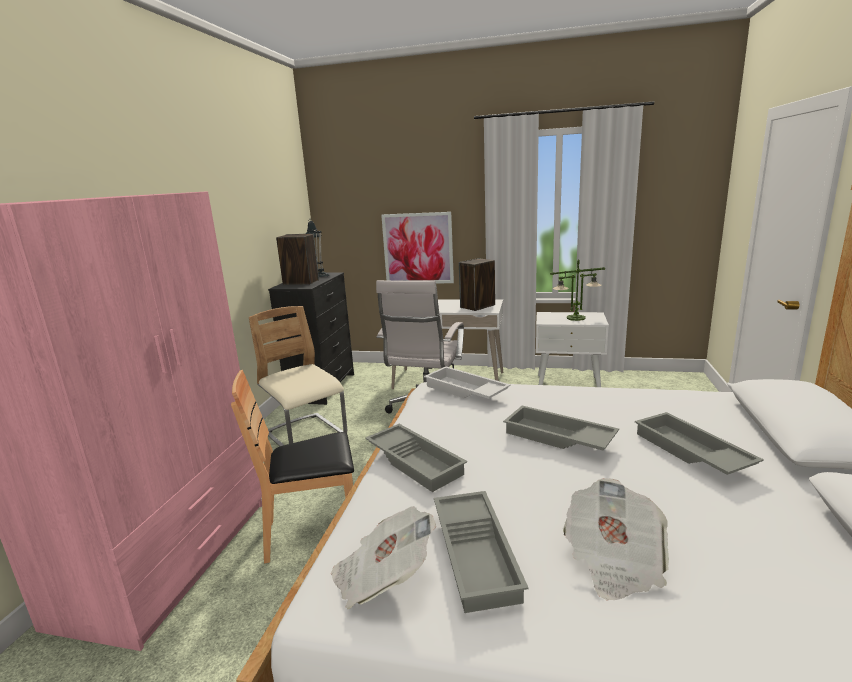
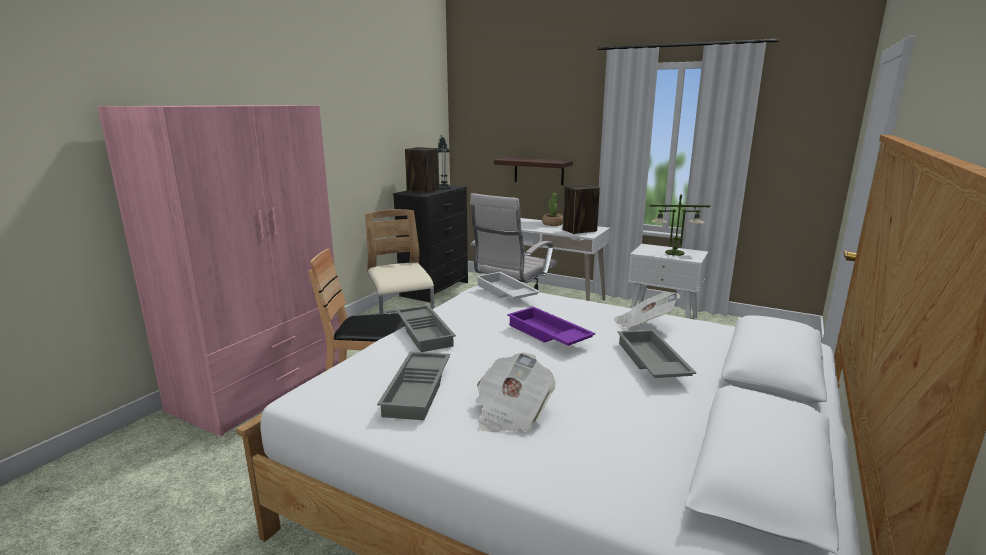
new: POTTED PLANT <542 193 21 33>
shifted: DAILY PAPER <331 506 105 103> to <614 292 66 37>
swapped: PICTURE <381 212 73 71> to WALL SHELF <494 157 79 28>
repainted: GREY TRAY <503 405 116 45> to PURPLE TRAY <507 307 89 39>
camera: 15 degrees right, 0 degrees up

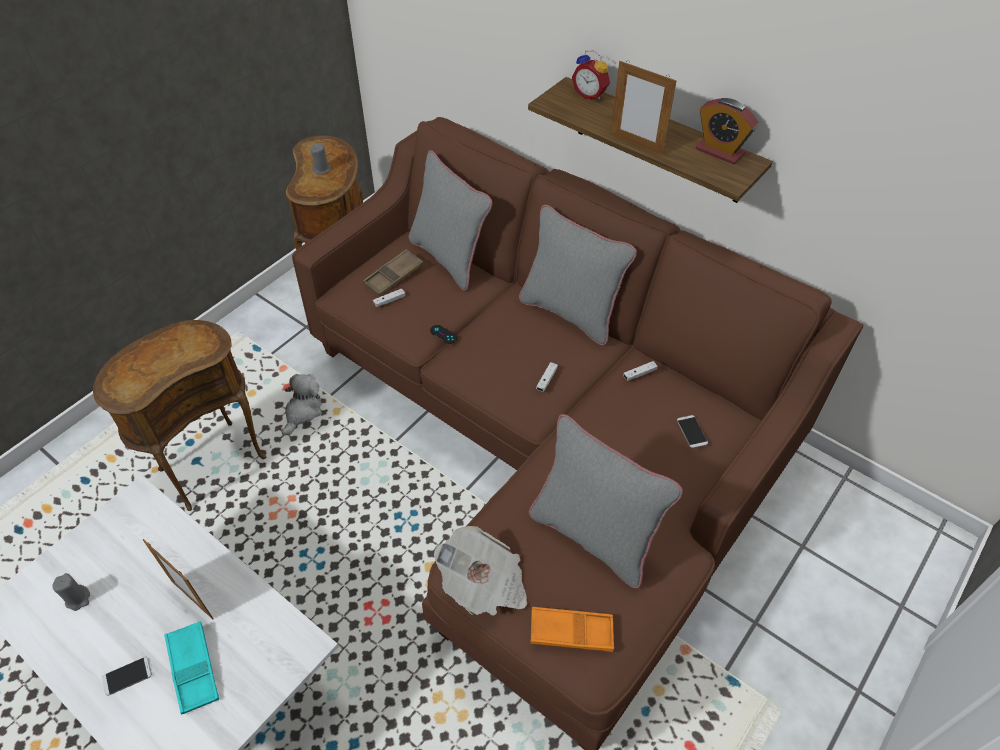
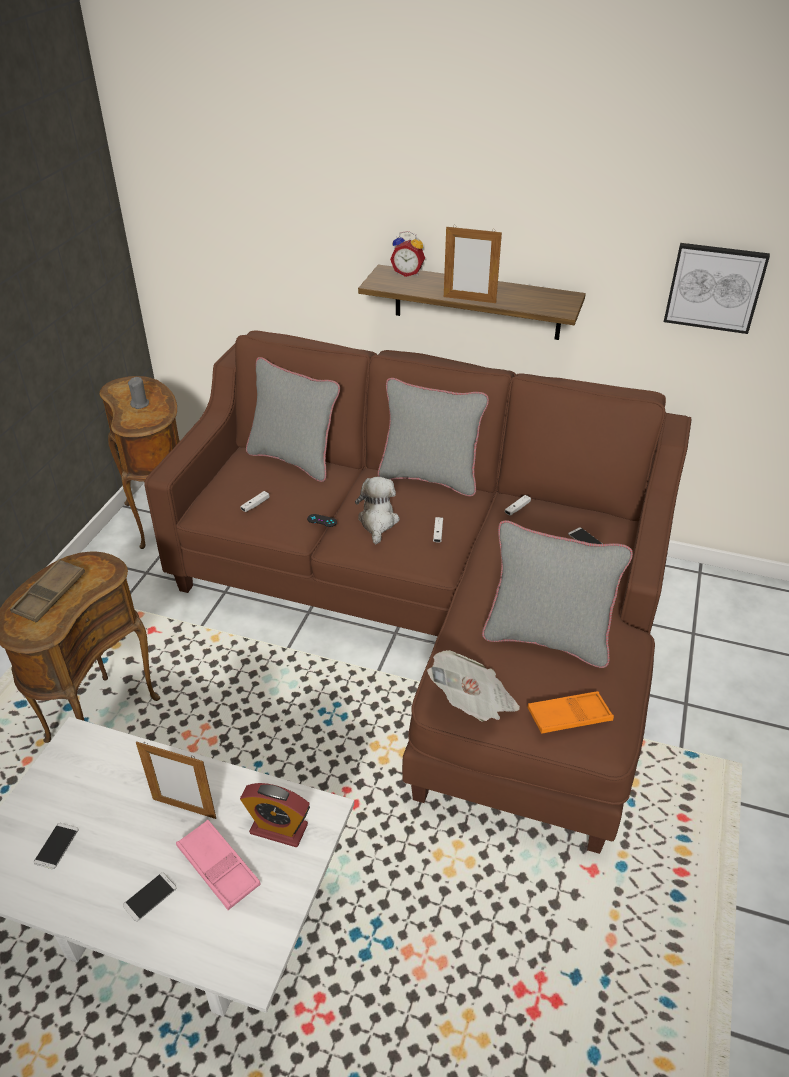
new: PICTURE <664 243 106 91>
shifted: TABLE CLOCK <696 98 62 66> to <240 783 70 64>; BROWNISH TRAY <363 249 61 47> to <10 559 75 64>; SOFT TOY <281 374 41 61> to <355 477 44 67>
swapped: GREY WAX LIGHT <52 573 38 38> to HANDSET <34 823 44 46>
repainted: TURQUOISE-COLOURED TRAY <164 621 55 94> to PINK-COLOURED TRAY <176 820 85 90>
camera: 20 degrees left, 10 degrees down

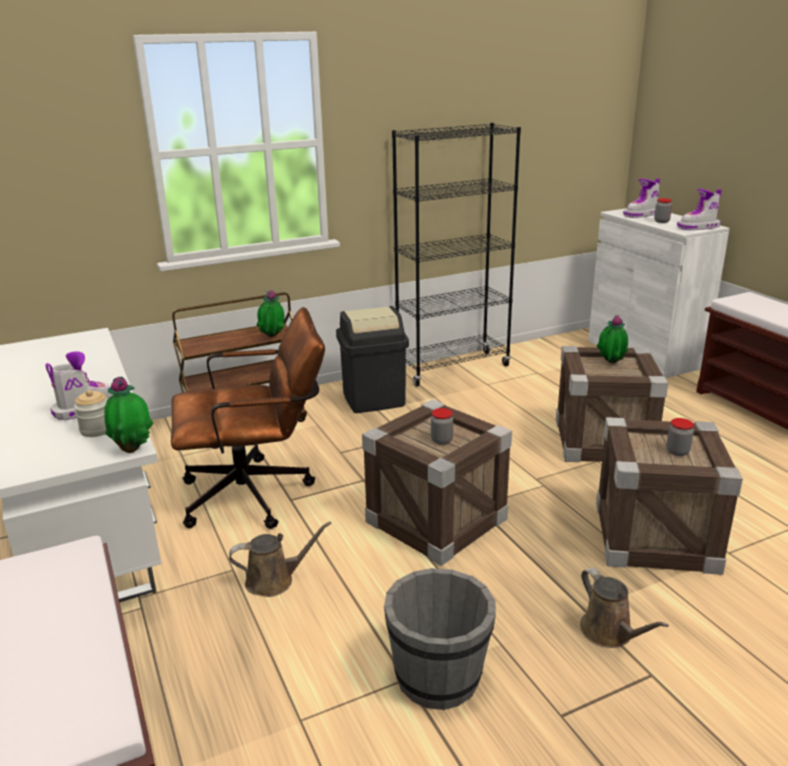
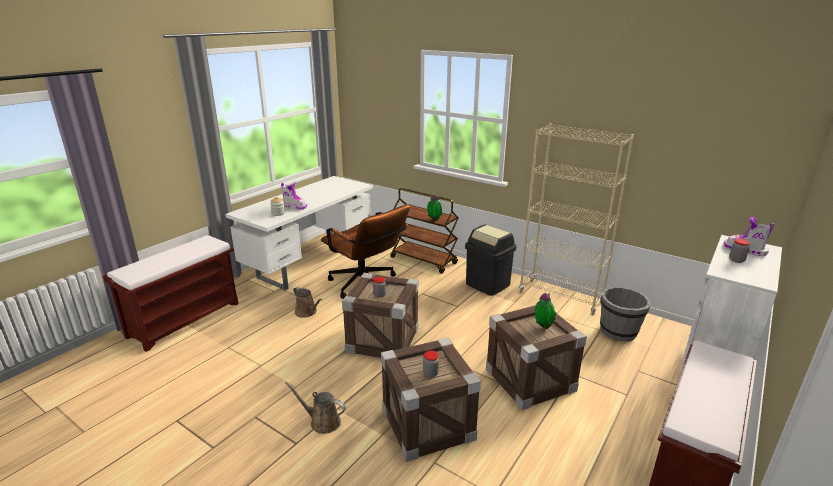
gone: TALL BOOT <677 189 45 41>; POTTED PLANT <104 377 49 76>
shifted: GREY WATER BUCKET <384 568 112 142> to <600 286 51 56>
repainted: BLACKISH BOOKCASE <392 123 129 263> to BEIGE-COLOURED BOOKCASE <519 124 115 192>
rotated: BROWNISH SPRINKLING CAN <580 568 89 80> = <285 382 61 52> 75 degrees clockwise
camera: 60 degrees right, 0 degrees up

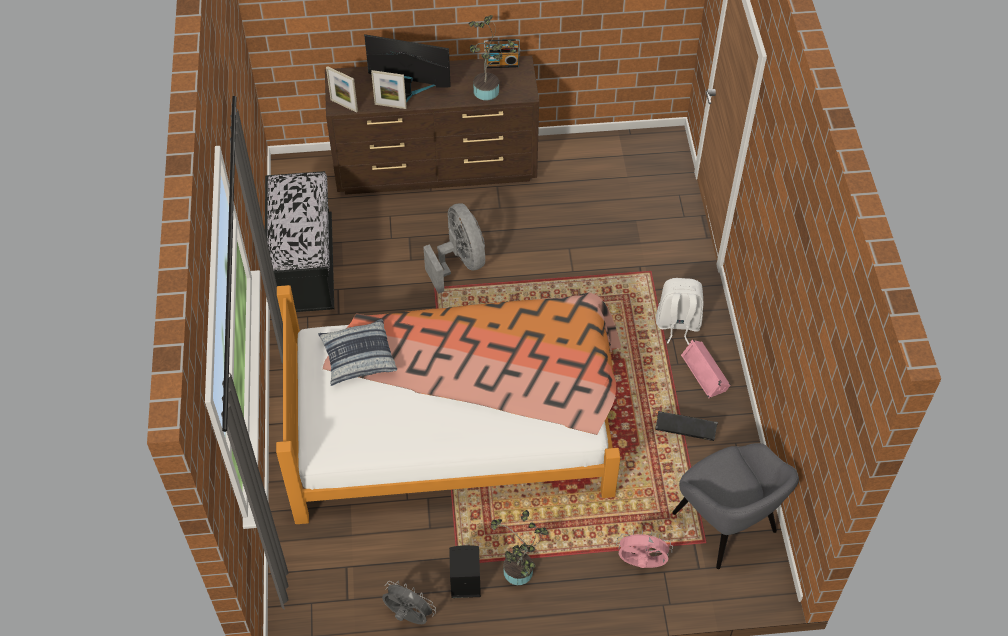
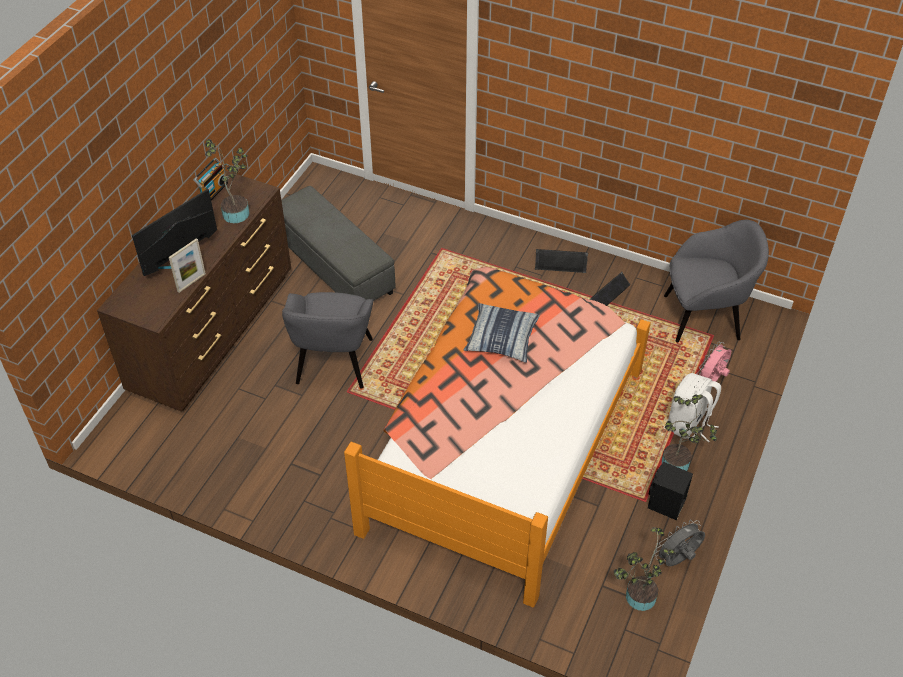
gone: STANDING FRAME <326 66 32 47>; BLACKISH LONG SEAT <265 171 69 141>
new: GREY POUFFE <281 186 114 115>; POTTED PLANT <614 527 62 84>
shifted: WHITE KNAPSACK <656 278 48 67> to <668 373 53 69>; THROW PILLOW <318 319 79 67> to <463 303 77 60>
swapped: GREY ELECTRIC FAN <423 203 62 91> to GREY EASY CHAIR <282 292 91 97>
repainted: PINK-COLOURED SPEAKER <681 339 50 59> to BLACKISH SPEAKER <535 249 53 24>
camera: 60 degrees left, 5 degrees down

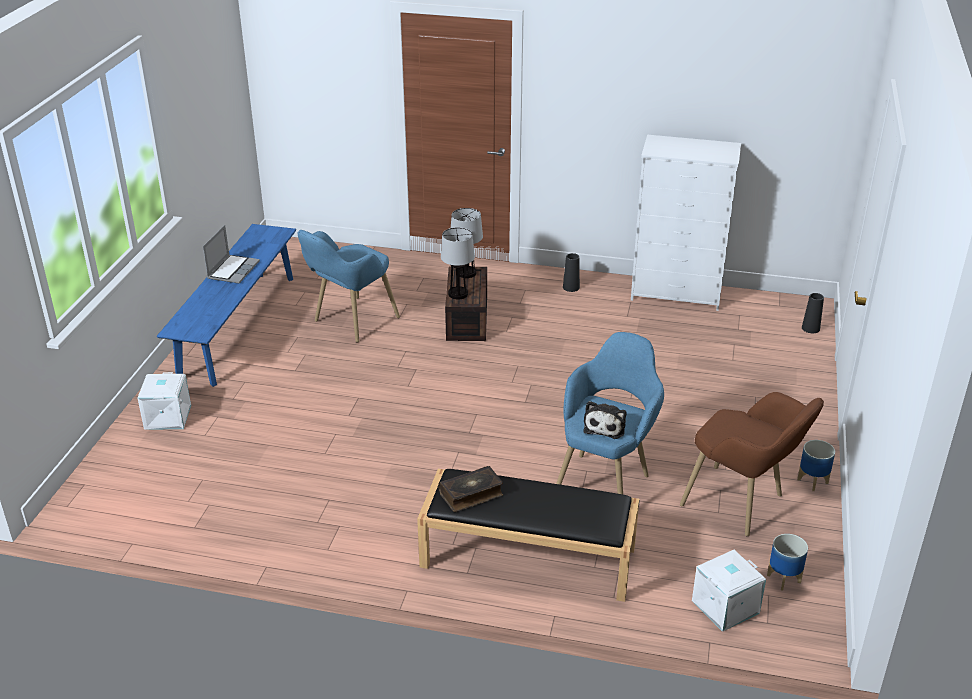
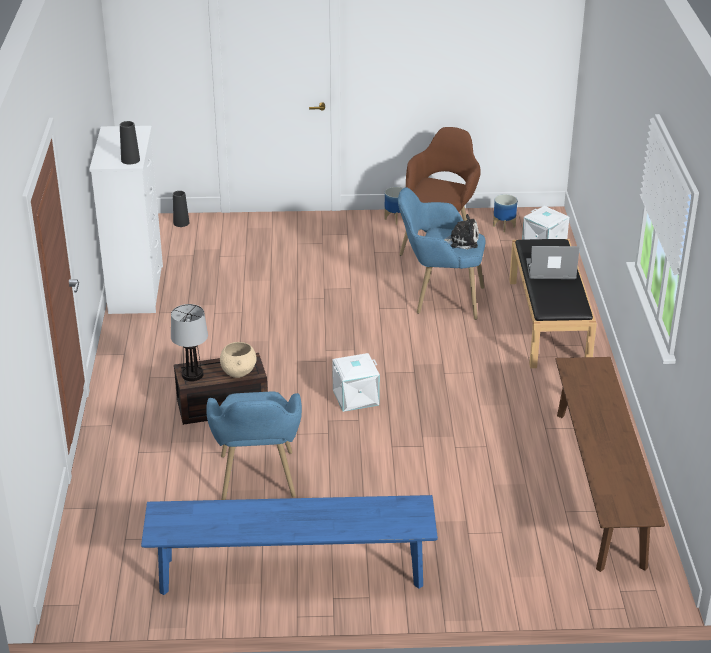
gone: BOOK <438 466 65 46>
new: BROWNISH LONG SEAT <555 357 110 215>
shifted: PORTABLE COMPUTER <203 225 57 58> to <526 246 54 33>; BLACKISH FLOWER VASE <563 253 17 39> to <120 121 20 43>; WHITE STORAGE BOX <137 372 54 58> to <332 353 48 59>
swapped: TABLE LAMP <441 227 34 72> to BEIGE-COLOURED SERVING BOWL <220 342 37 36>
rotated: BLUISH EASY CHAIR <298 230 102 113> = <206 391 96 109> 60 degrees clockwise
camera: 105 degrees left, 0 degrees up

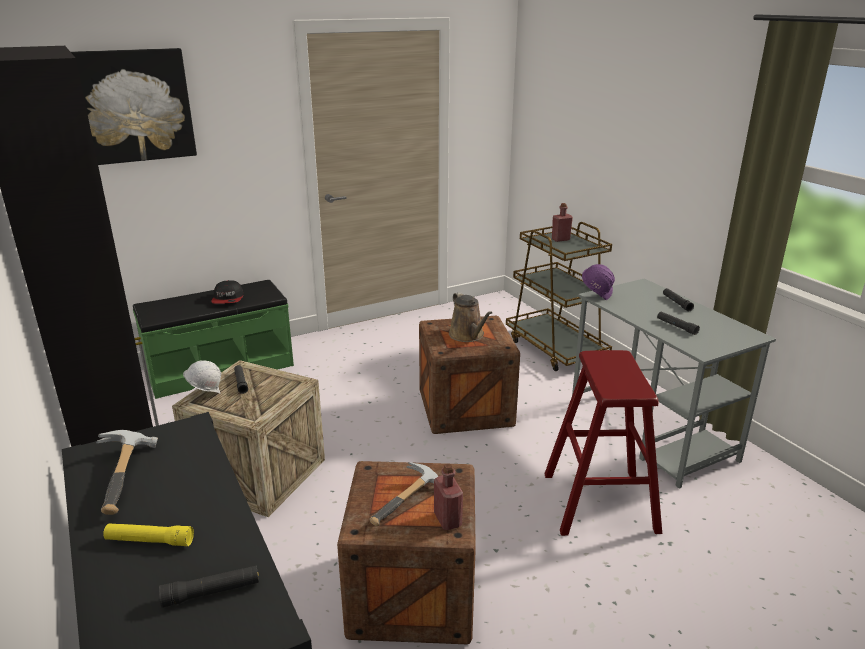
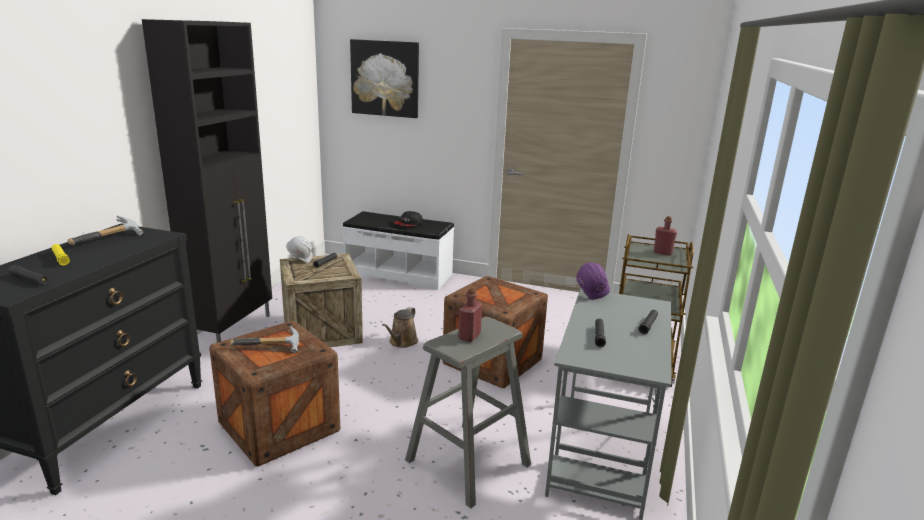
shifted: BROWNISH SPRINKLING CAN <449 292 44 50> to <382 307 36 41>; RED-COLOURED DRINK BOTTLE <434 464 29 66> to <458 288 24 54>
repainted: GREEN-COLOURED LONG SEAT <133 280 161 119> to WHITE LONG SEAT <342 211 112 79>; RED-COLOURED SITTING STOOL <544 350 118 186> to GREY SITTING STOOL <405 317 126 191>
camera: 45 degrees right, 5 degrees down

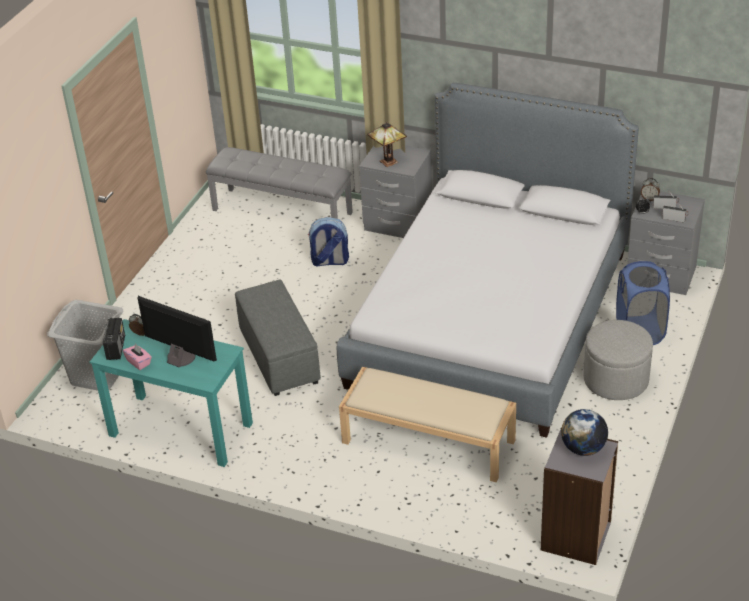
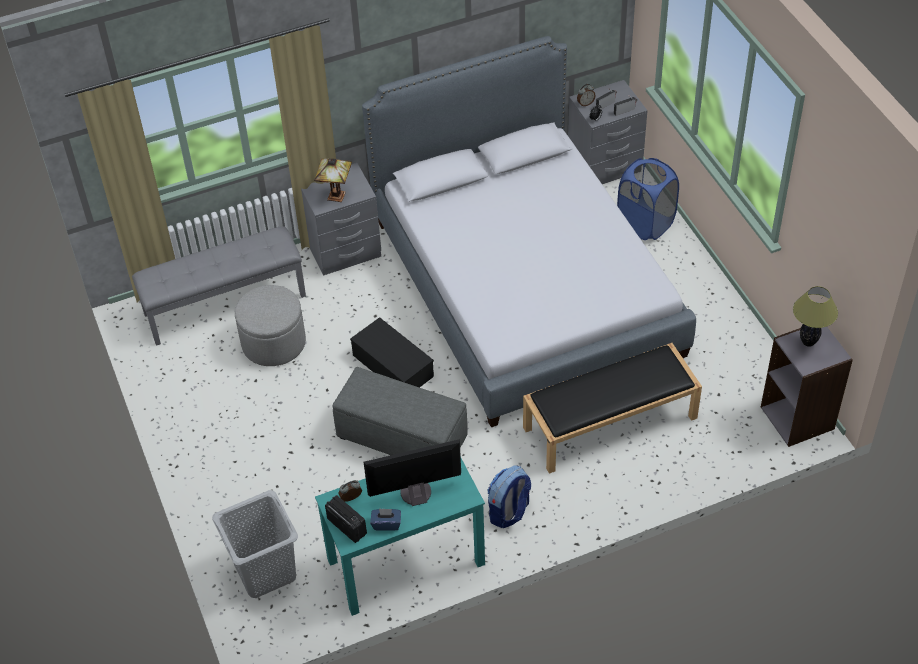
new: BLACKISH STORAGE BOX <350 317 84 71>
shifted: KNAPSACK <308 217 41 50> to <487 465 44 63>; GREY POUFFE <584 320 69 80> to <235 285 71 81>
swapped: DESK GLOBE <561 409 47 47> to TABLE LAMP <793 286 45 61>
repainted: PINK-COLOURED BOX OF TISSUES <123 343 29 27> to BLUISH BOX OF TISSUES <370 508 31 23>; BEIGE-COLOURED LONG SEAT <339 367 177 116> to BLACKISH LONG SEAT <523 343 179 131>
camera: 45 degrees left, 10 degrees up

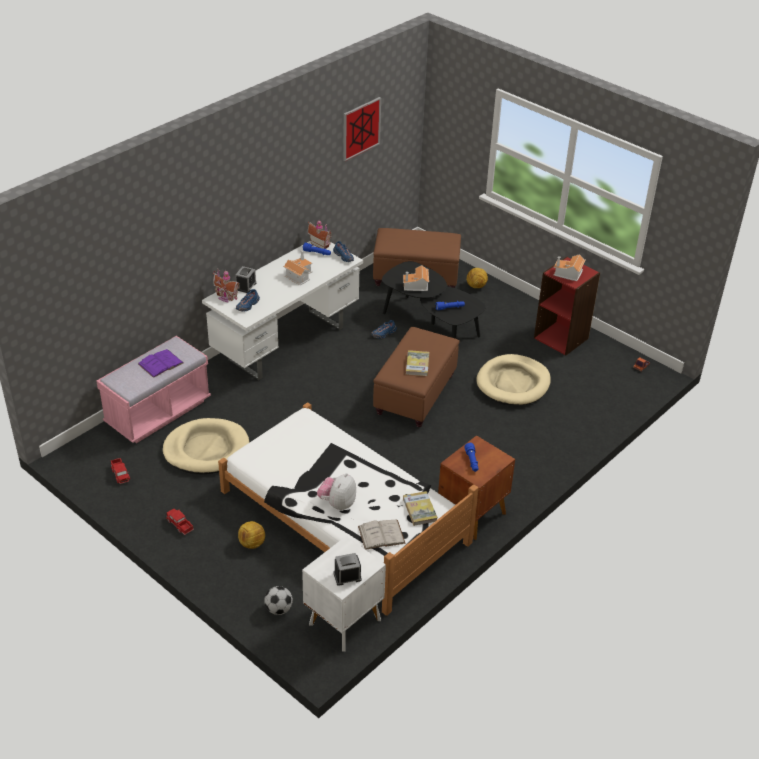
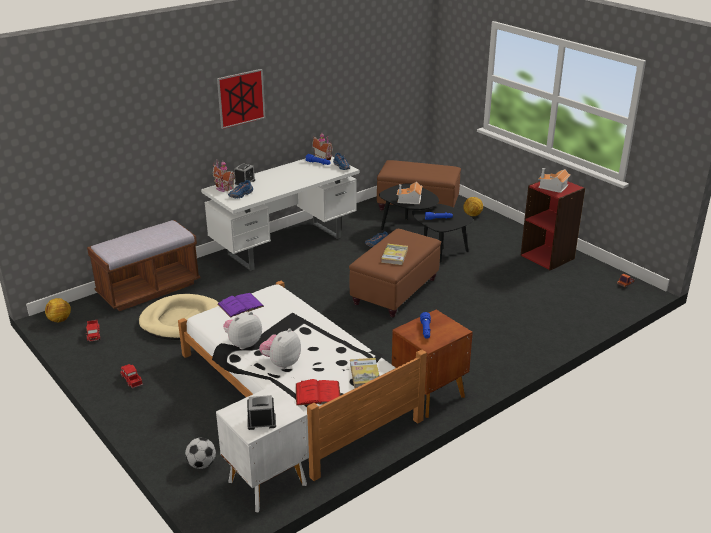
gone: TOY HOUSE <283 250 30 35>; BEIGE-COLOURED DOG CUSHION <476 354 75 51>
new: SOFT TOY <223 312 39 37>
shifted: PICTURE <343 97 38 64> to <217 69 48 60>; PURPLE BOOK <138 349 46 29> to <218 293 46 25>; FOOTBALL <238 521 27 28> to <45 298 26 25>
repainted: PINK-COLOURED LONG SEAT <97 336 114 107> to BROWNISH LONG SEAT <87 220 114 91>; WHITE BOOK <358 520 48 30> to RED-COLOURED BOOK <296 379 44 27>
camera: 10 degrees right, 10 degrees down

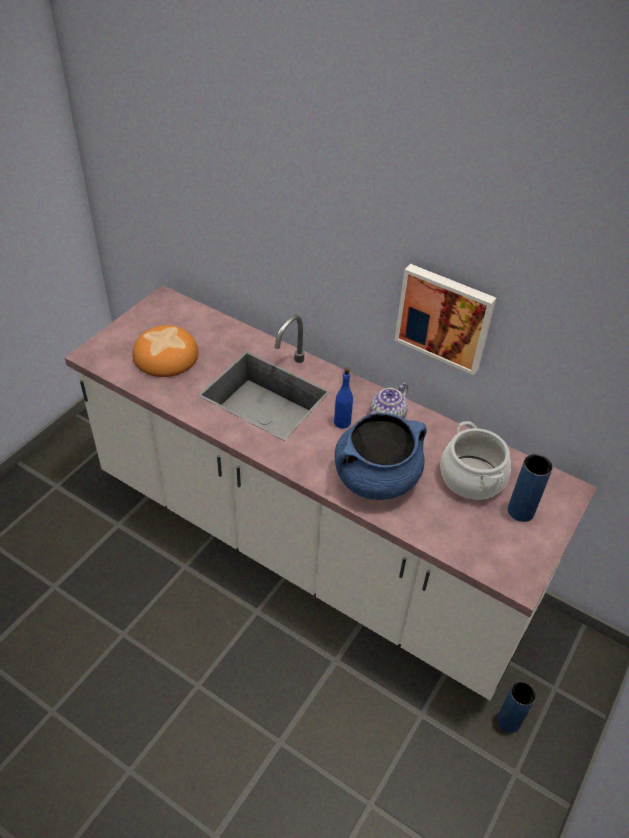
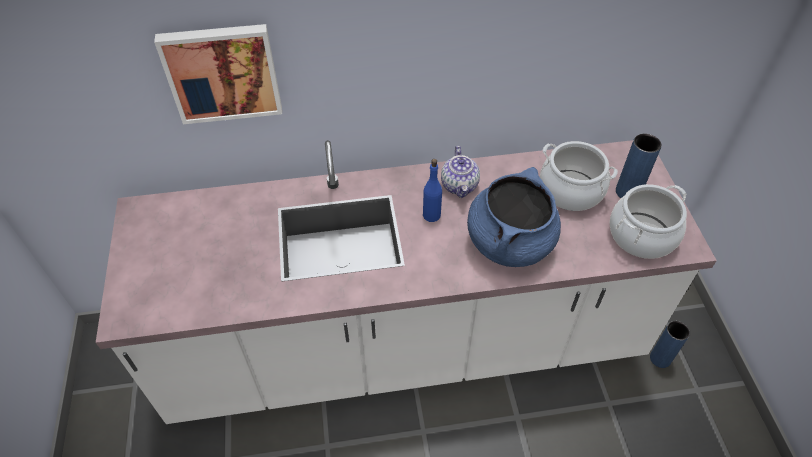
gone: BAKED BREAD <133 325 65 52>
new: SAUCEPOT <610 184 77 75>
shifted: PICTURE <394 264 102 111> to <154 24 128 100>
camera: 40 degrees left, 5 degrees up

